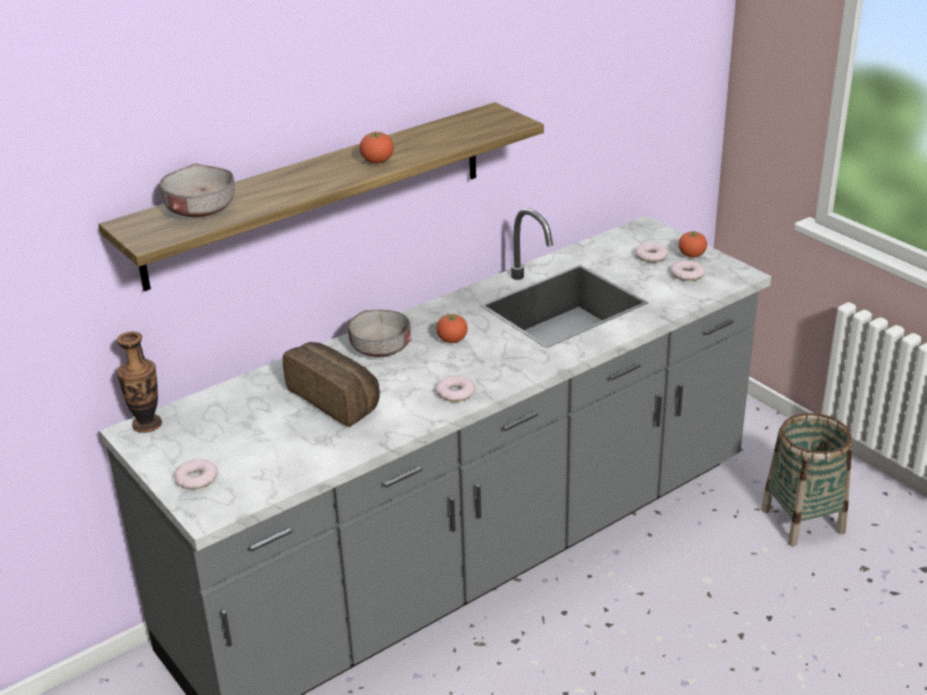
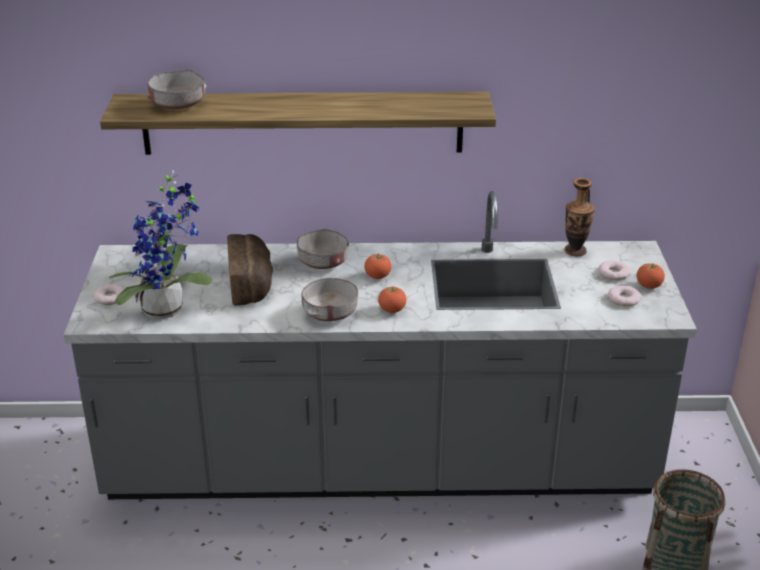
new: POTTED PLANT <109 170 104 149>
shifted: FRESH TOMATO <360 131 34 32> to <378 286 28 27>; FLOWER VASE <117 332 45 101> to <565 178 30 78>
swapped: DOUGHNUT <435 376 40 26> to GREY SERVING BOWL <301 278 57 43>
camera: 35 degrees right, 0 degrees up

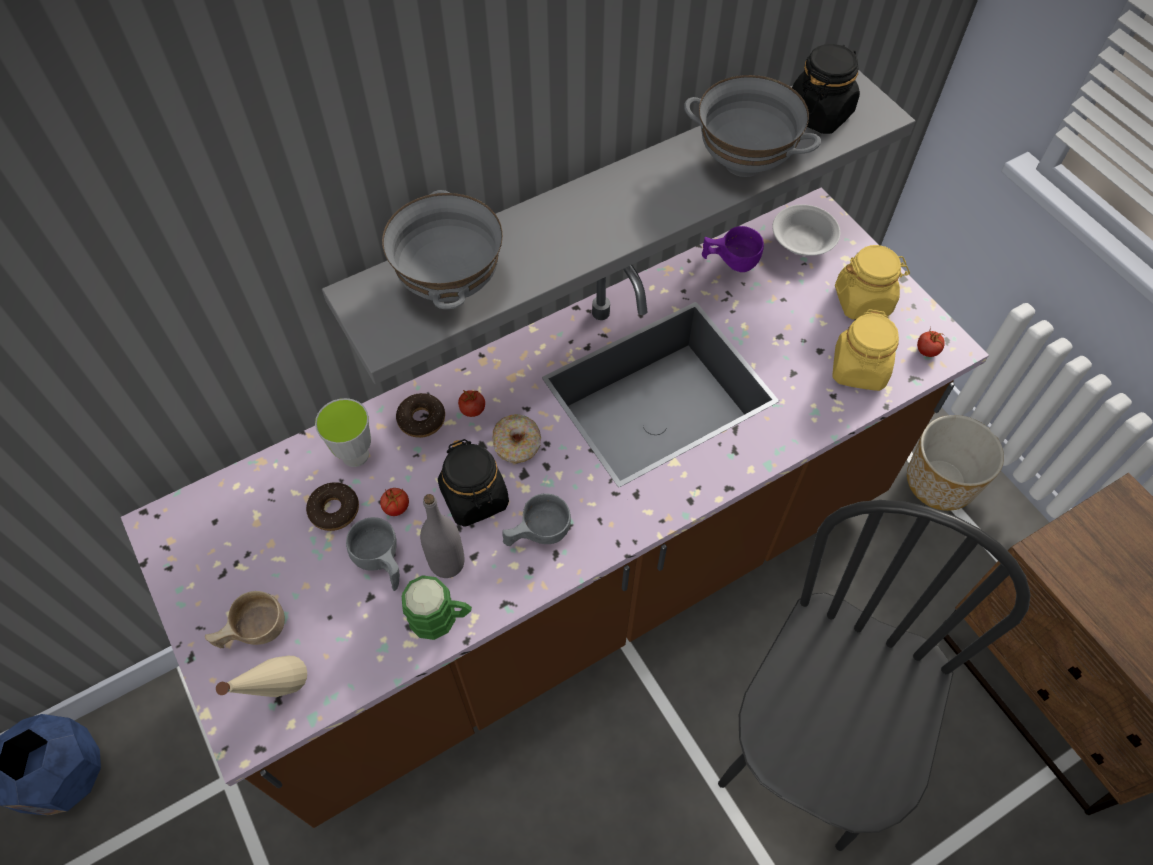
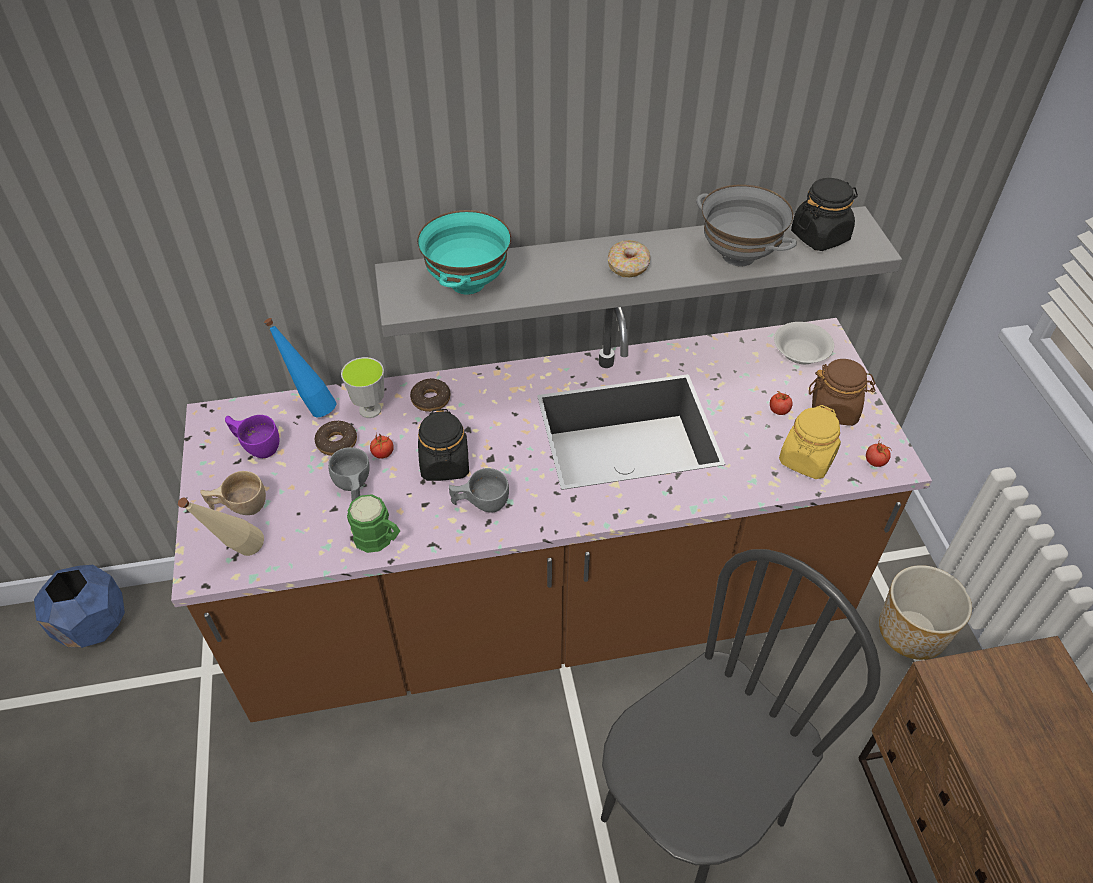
gone: GREY DRINK BOTTLE <420 494 45 84>
new: BLUISH DRINK BOTTLE <264 318 73 99>
shifted: PURPLE CUP <702 226 62 46> to <225 415 54 43>; FRESH TOMATO <458 390 27 27> to <770 391 23 24>; DOUGHNUT <493 414 48 49> to <608 240 43 37>
repainted: GREY SERVING BOWL <382 190 121 119> to TURQUOISE-COLOURED SERVING BOWL <417 210 94 85>; YELLOW-COLOURED STORAGE JAR <835 245 75 75> to BROWNISH STORAGE JAR <809 359 67 67>
camera: 20 degrees right, 10 degrees down

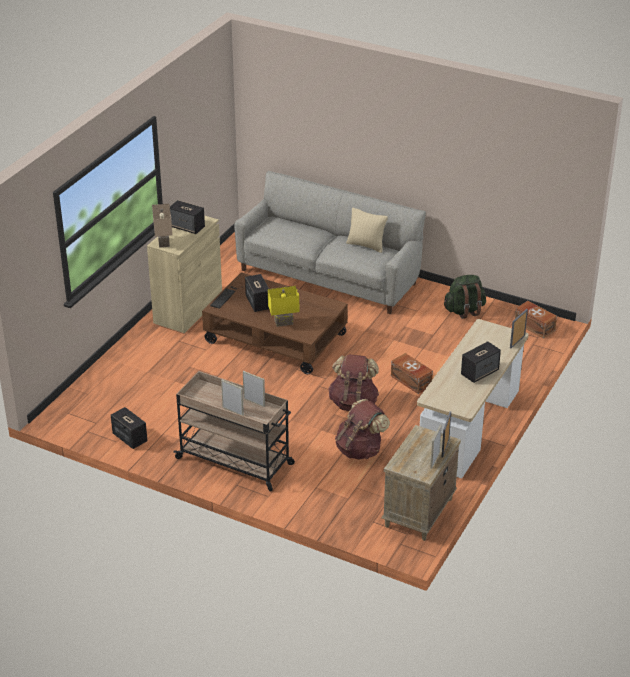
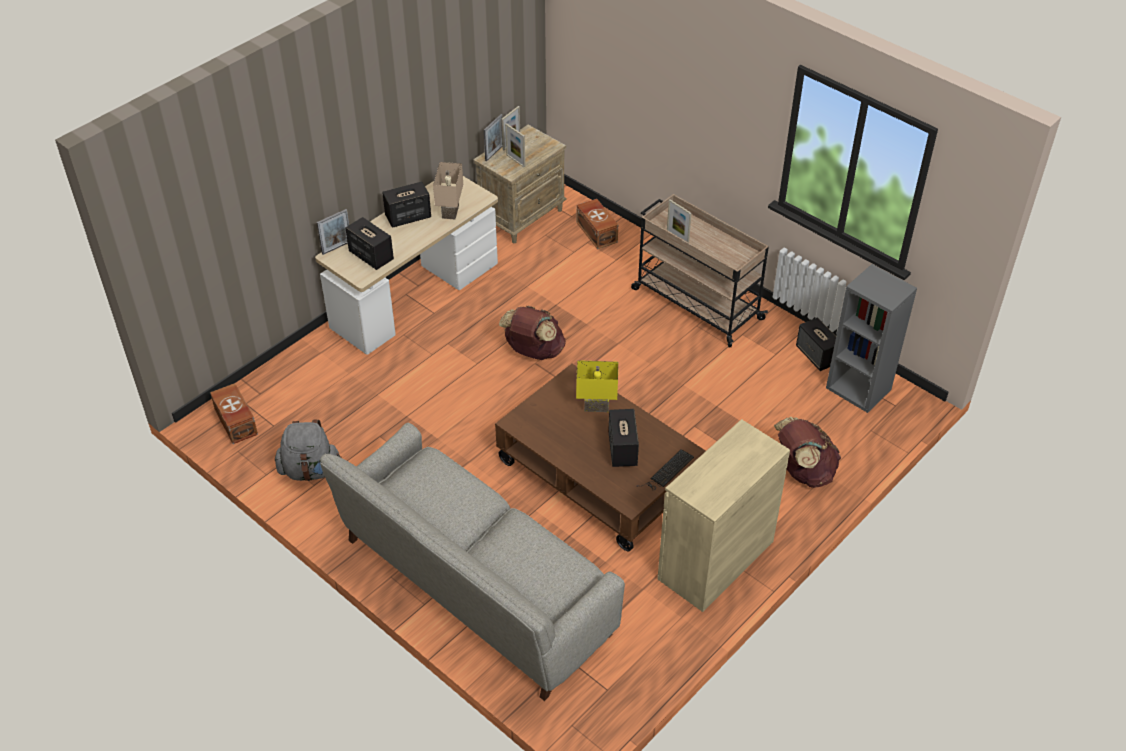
gone: BEIGE-COLOURED THROW PILLOW <346 208 42 45>
new: GREY BOOKCASE <826 264 91 149>
shifted: SPEAKER <170 200 35 34> to <345 217 49 53>; BEIGE-COLOURED TABLE LAMP <152 204 20 44> to <433 162 30 57>; BROWNISH STORAGE BOX <391 353 42 41> to <576 199 42 50>; STANDING FRAME <221 380 23 36> to <505 123 20 44>; BROWNISH KNAPSACK <335 399 55 61> to <774 417 67 71>
repainted: GREEN-COLOURED KNAPSACK <444 275 42 44> to GREY KNAPSACK <275 420 67 61>
camera: 165 degrees left, 10 degrees up

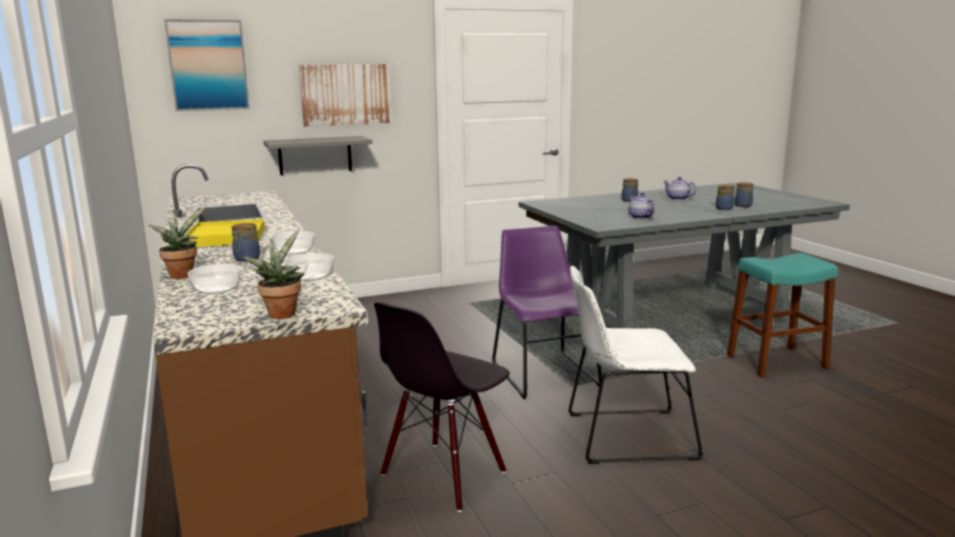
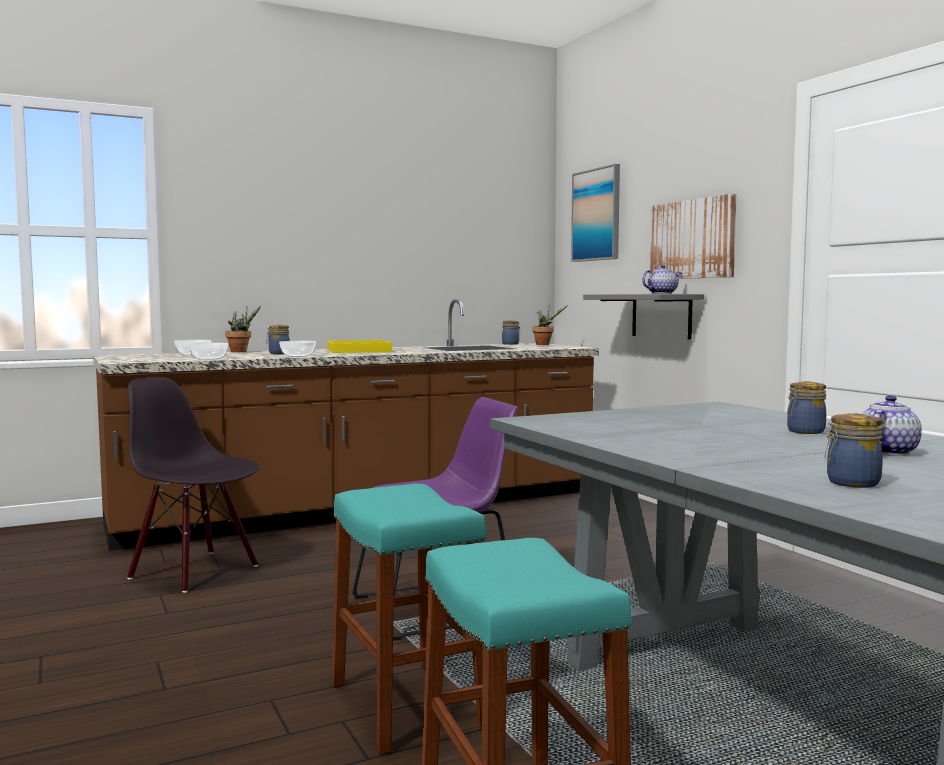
gone: WHITE UPRIGHT CHAIR <568 266 135 198>
new: TURQUOISE-COLOURED SITTING STOOL <332 484 155 271>
shifted: STORAGE JAR <716 185 19 25> to <502 320 18 25>; POT FOR TEA <629 193 26 26> to <642 265 40 29>; POTTED PLANT <243 230 61 89> to <532 305 36 40>
camera: 85 degrees right, 10 degrees down

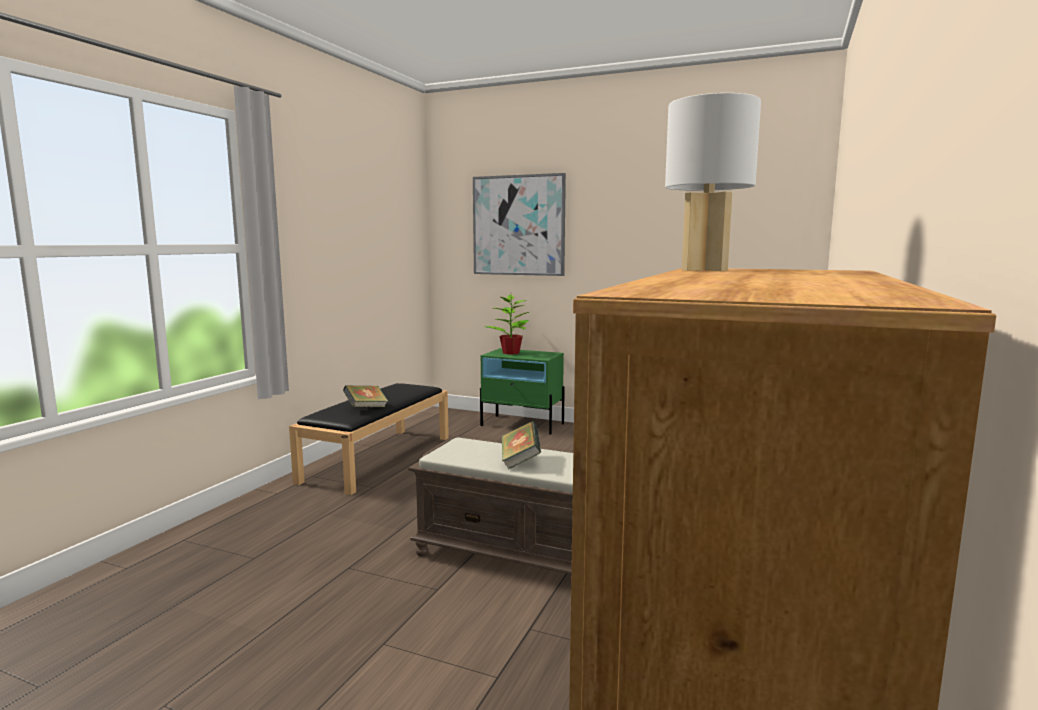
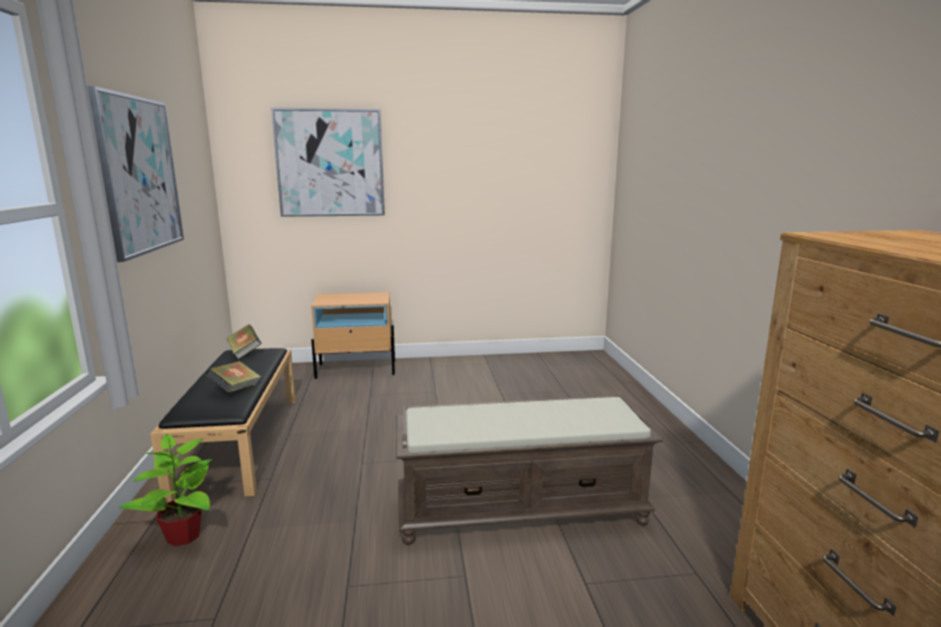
gone: WHITE TABLE LAMP <665 93 96 178>
new: PICTURE <87 86 97 176>
shifted: POTTED PLANT <484 295 45 59> to <119 434 94 112>; BOOK <502 421 39 49> to <226 324 36 35>
repainted: GREEN-COLOURED BEDSIDE TABLE <480 348 85 87> to BEIGE-COLOURED BEDSIDE TABLE <311 292 84 87>
camera: 30 degrees left, 5 degrees up

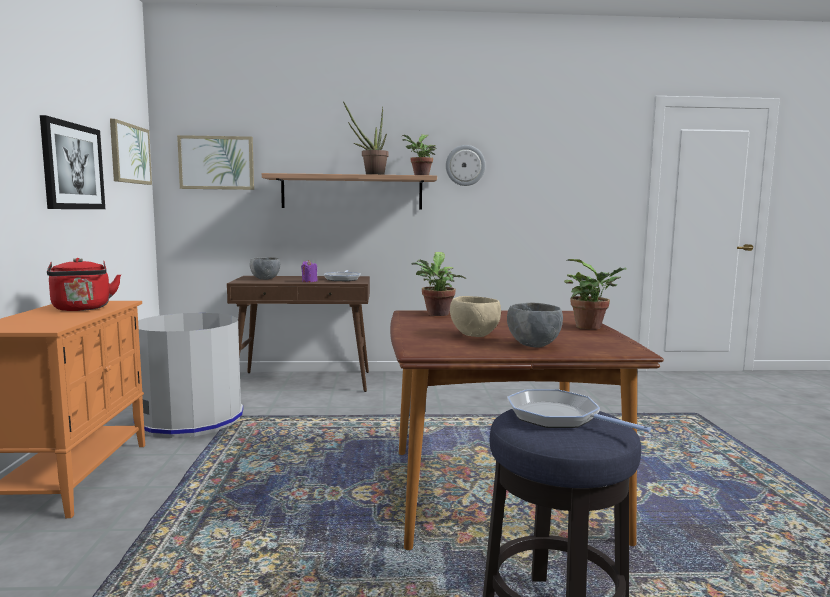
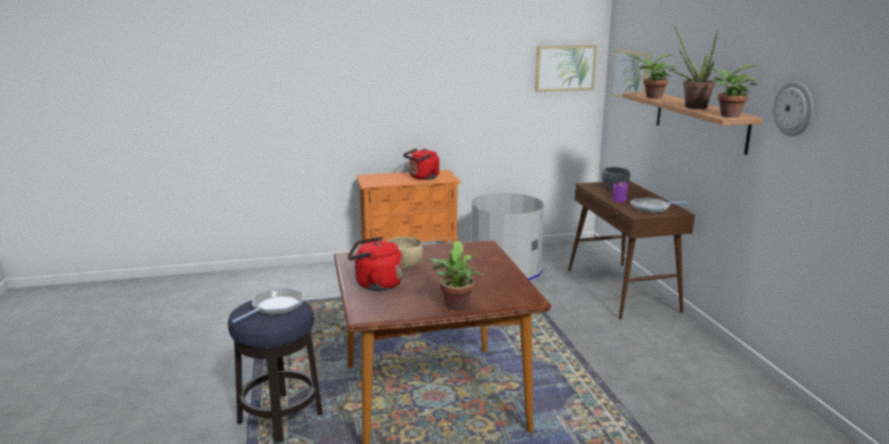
gone: PICTURE <40 115 65 94>
shifted: POTTED PLANT <412 252 54 64> to <634 54 42 45>
swapped: GREY SERVING BOWL <507 303 56 45> to RED-COLOURED TEA KETTLE <348 237 55 54>
camera: 80 degrees right, 10 degrees up

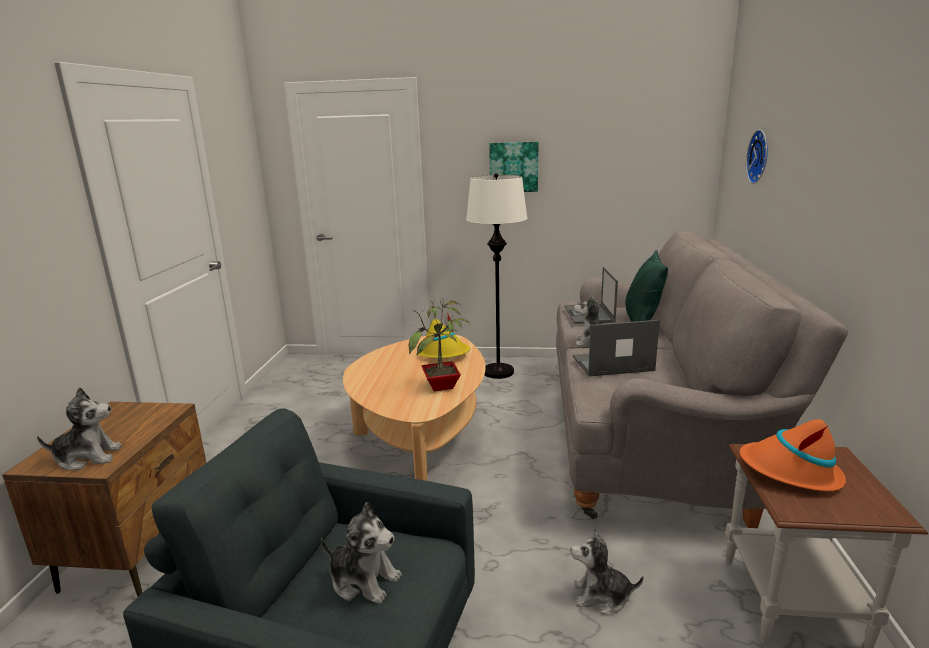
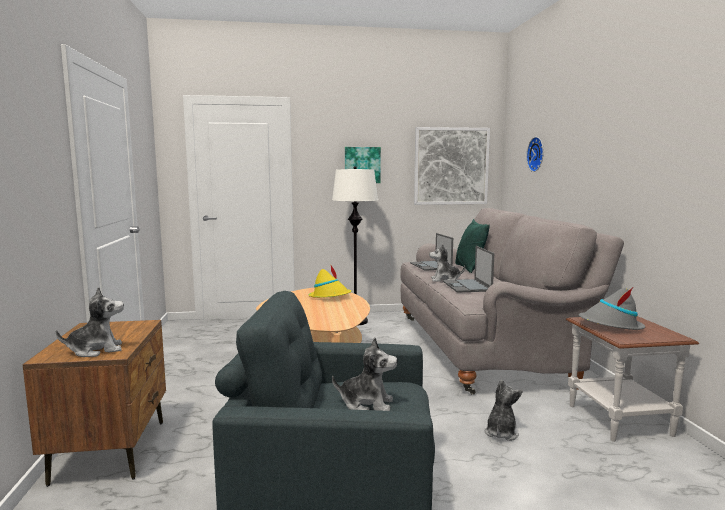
gone: POTTED PLANT <408 297 62 94>
new: PICTURE <414 127 76 78>
repainted: ORANGEY CLOTHING HAT <739 419 107 72> to GREY CLOTHING HAT <579 287 66 43>
rotated: PORTABLE COMPUTER <573 320 87 57> = <443 246 51 47> 75 degrees counterclockwise; SOFT TOY <571 528 73 87> = <484 380 38 61> 120 degrees clockwise
camera: 15 degrees left, 10 degrees down

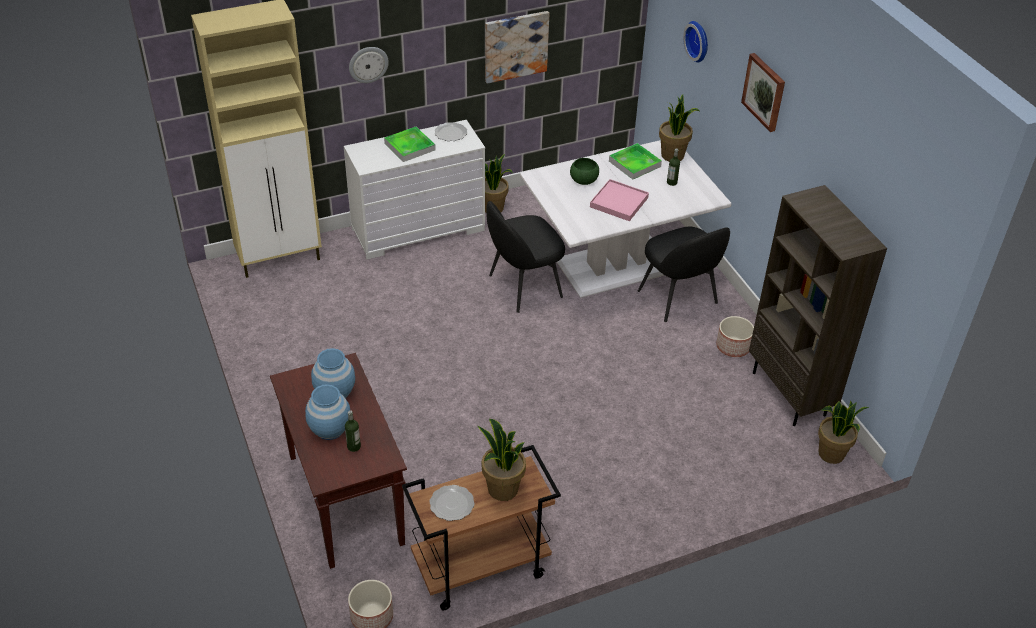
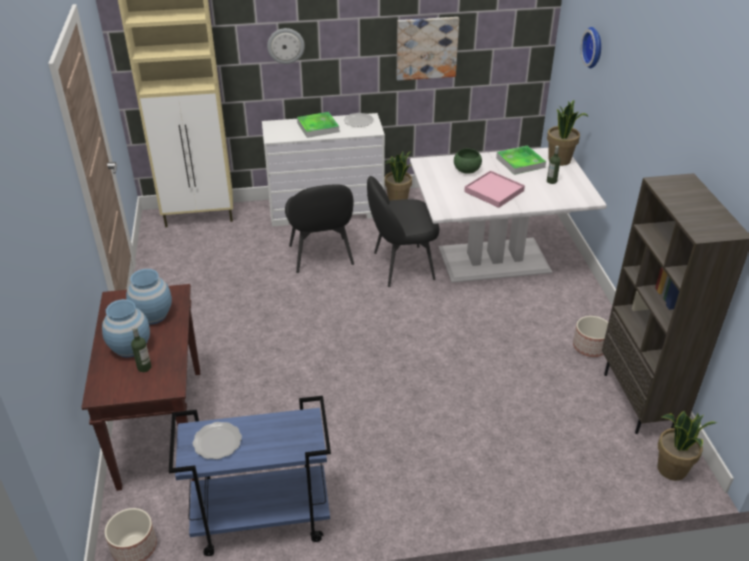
gone: PICTURE <741 53 44 79>; POTTED PLANT <477 419 49 82>
shifted: BLACKISH UPRIGHT CHAIR <638 227 92 95> to <285 184 69 89>
repainted: BROWNISH TROLLEY <402 445 159 165> to BLUISH TROLLEY <169 396 162 160>
camera: 15 degrees right, 5 degrees down

